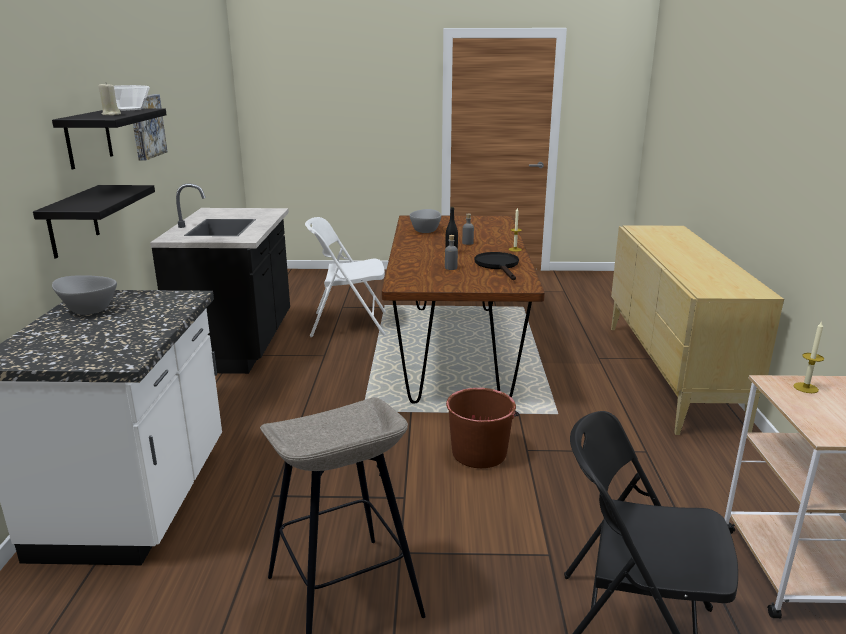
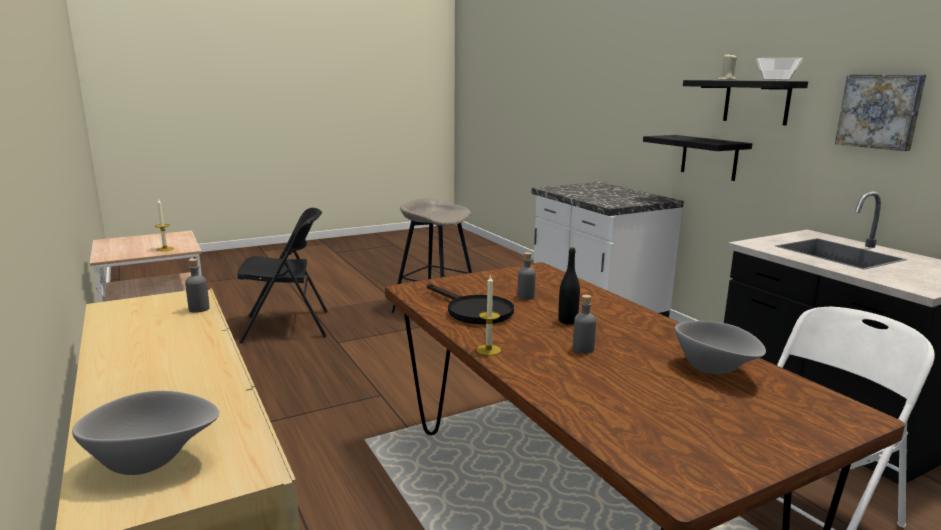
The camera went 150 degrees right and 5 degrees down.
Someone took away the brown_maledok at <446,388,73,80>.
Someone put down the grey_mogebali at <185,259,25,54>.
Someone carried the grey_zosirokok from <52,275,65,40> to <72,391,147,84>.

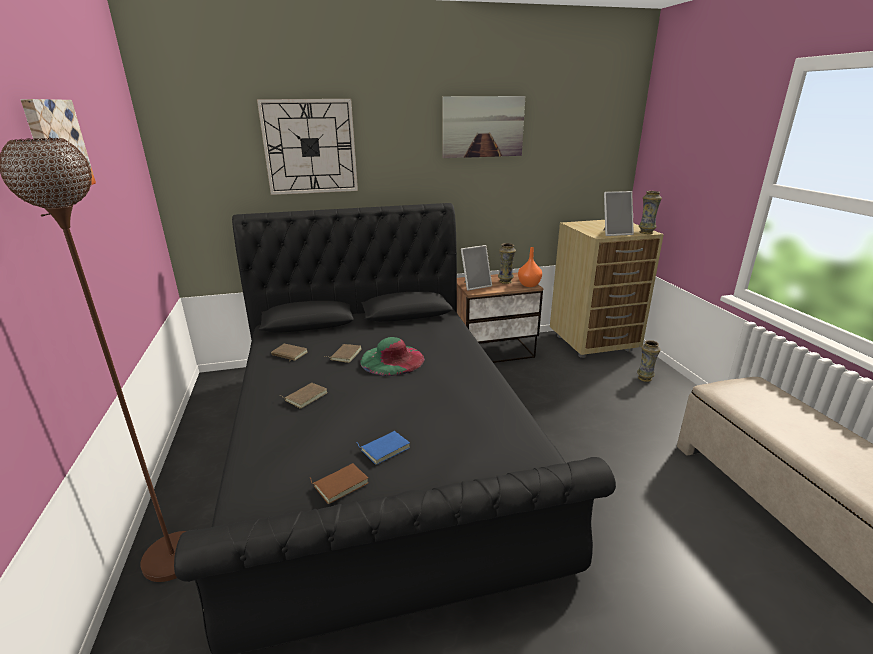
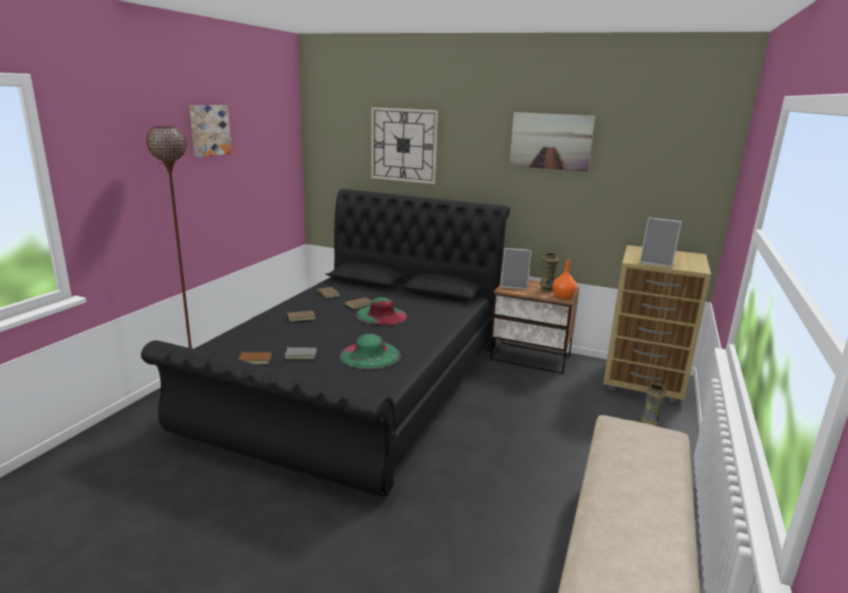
The camera went 35 degrees right and 5 degrees down.
Someone took away the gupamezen at <639,191,23,43>.
Someone put down the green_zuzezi at <340,333,61,36>.
Someone repainted the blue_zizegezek at <356,431,54,34>, which became the grey_zizegezek at <284,345,33,14>.

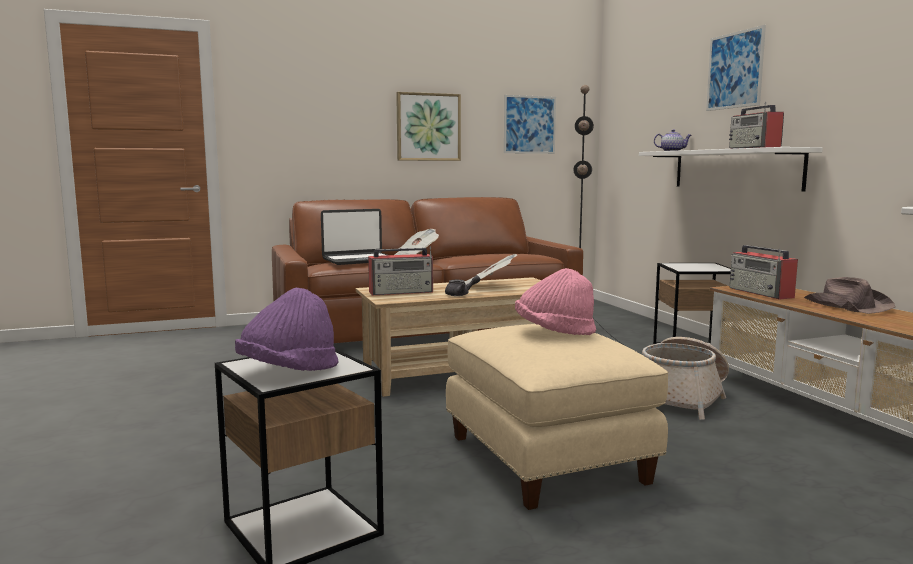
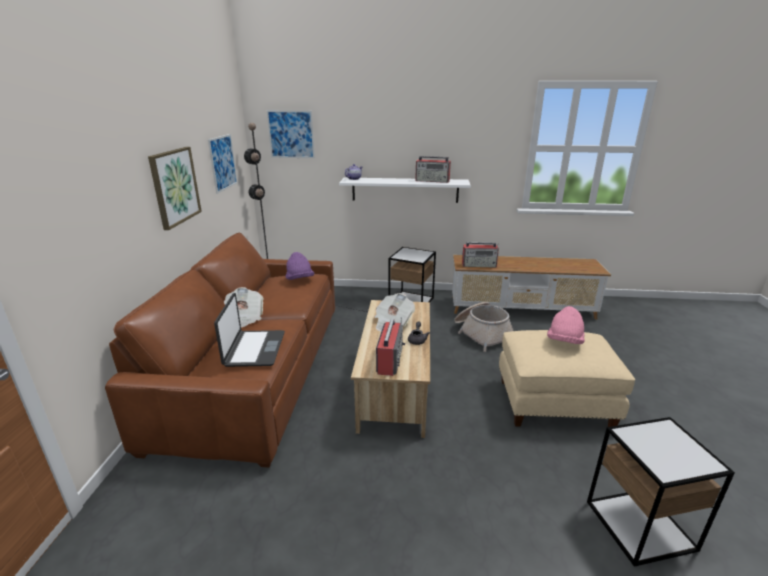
The camera went 65 degrees left and 15 degrees up.
Someone took away the brown_zuzezi at <804,277,91,37>.
Someone carried the purple_zuzezi from <235,288,104,83> to <285,252,29,28>.
Someone carried the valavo from <706,25,60,86> to <267,110,48,48>.

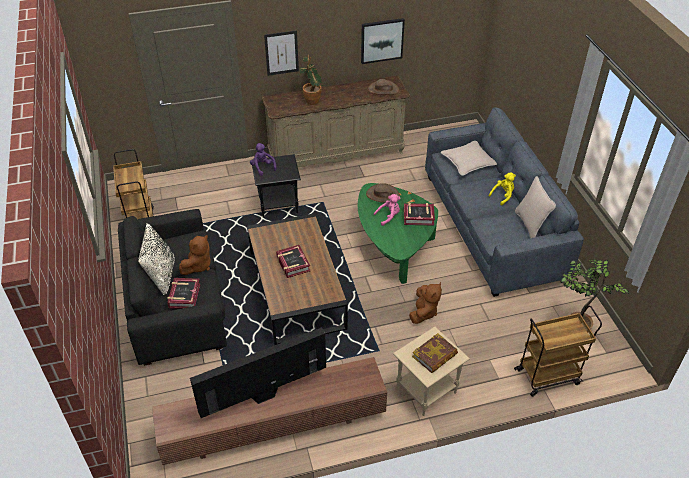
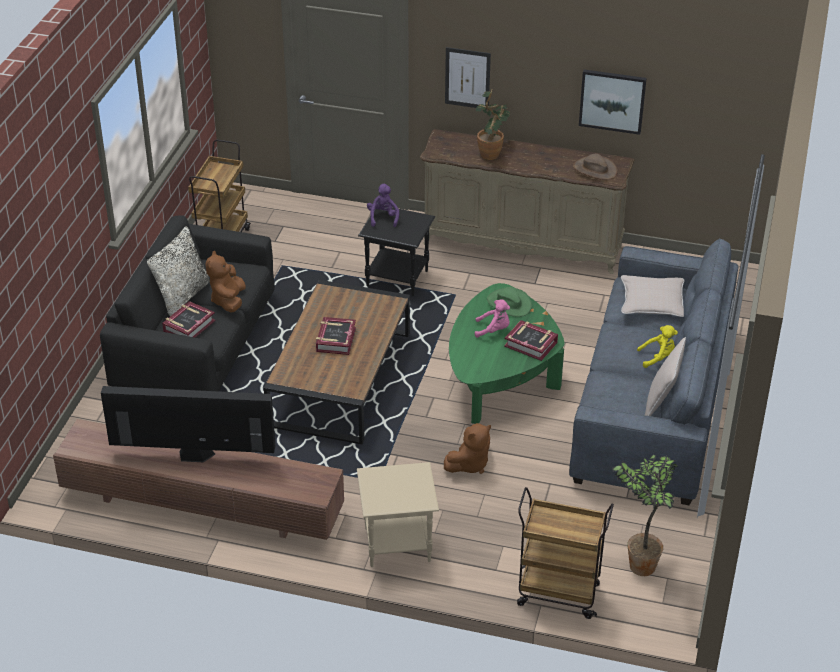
The camera went 30 degrees right and 5 degrees down.
Someone took away the zizegezek at <412,333,46,40>.
Someone repainted the brown_zuzezi at <366,183,34,20>, which became the green_zuzezi at <487,287,45,30>.
Someone rotated the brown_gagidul at <179,235,32,40> by 120 degrees clockwise.

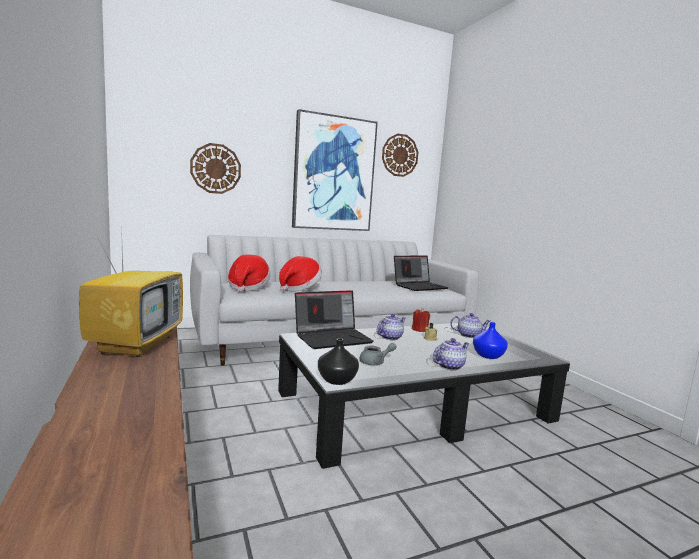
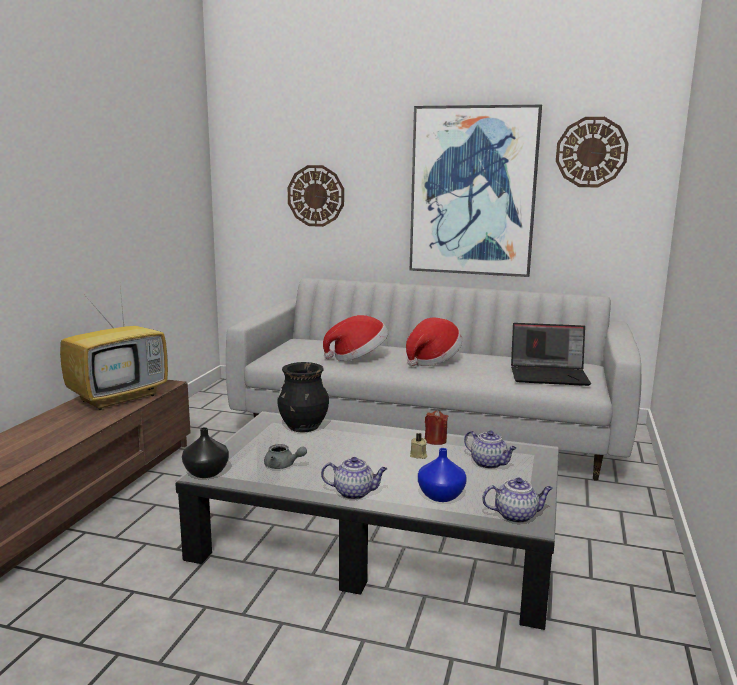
The camera went 40 degrees right and 5 degrees up.
Someone carried the zuzezi from <228,254,43,38> to <406,318,56,49>.
Someone carried the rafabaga from <377,314,29,26> to <482,478,71,45>.
Someone swapped the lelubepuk at <295,290,79,59> for the black_gupamezen at <277,362,52,71>.

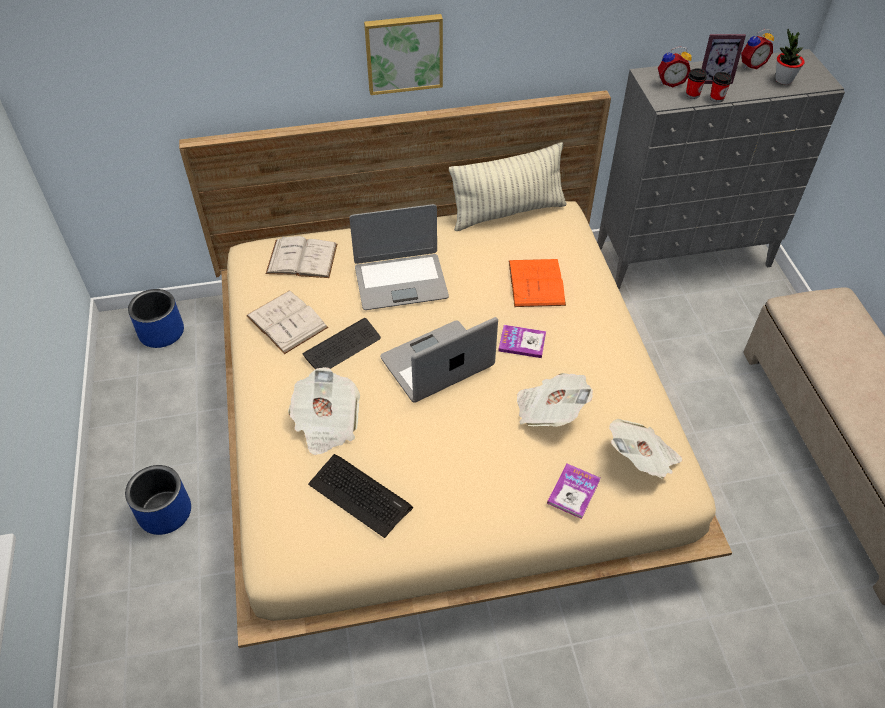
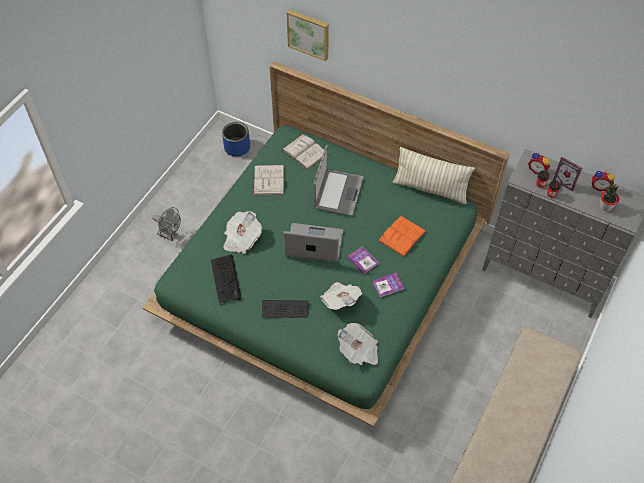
The camera went 40 degrees right and 5 degrees up.
Someone carried the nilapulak from <302,318,79,51> to <262,300,47,18>.
Someone carried the valavo from <364,14,79,81> to <287,9,42,52>.
Someone carried the zizegezek from <547,464,53,55> to <372,273,32,25>.
Someone swapped the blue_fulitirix at <125,465,66,70> for the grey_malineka at <152,207,29,34>.
Someone repainted the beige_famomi at <179,90,553,558>, which became the green_famomi at <143,61,367,366>.
Someone rotated the lelubepuk at <350,204,99,106> by 105 degrees counterclockwise.

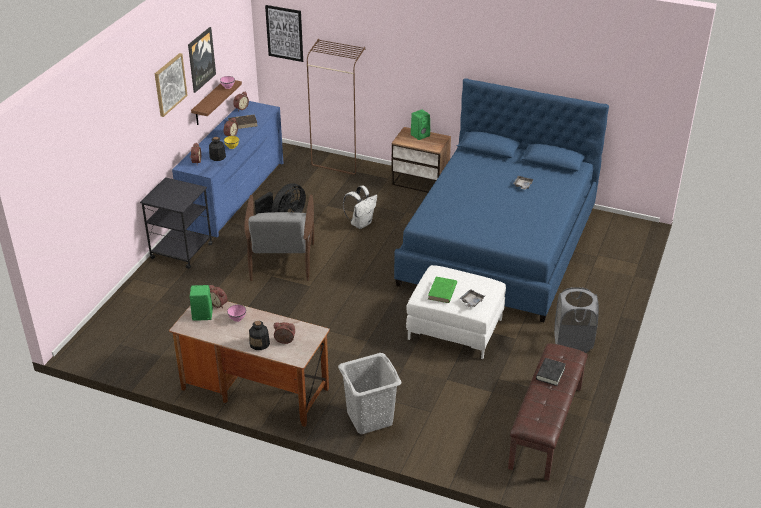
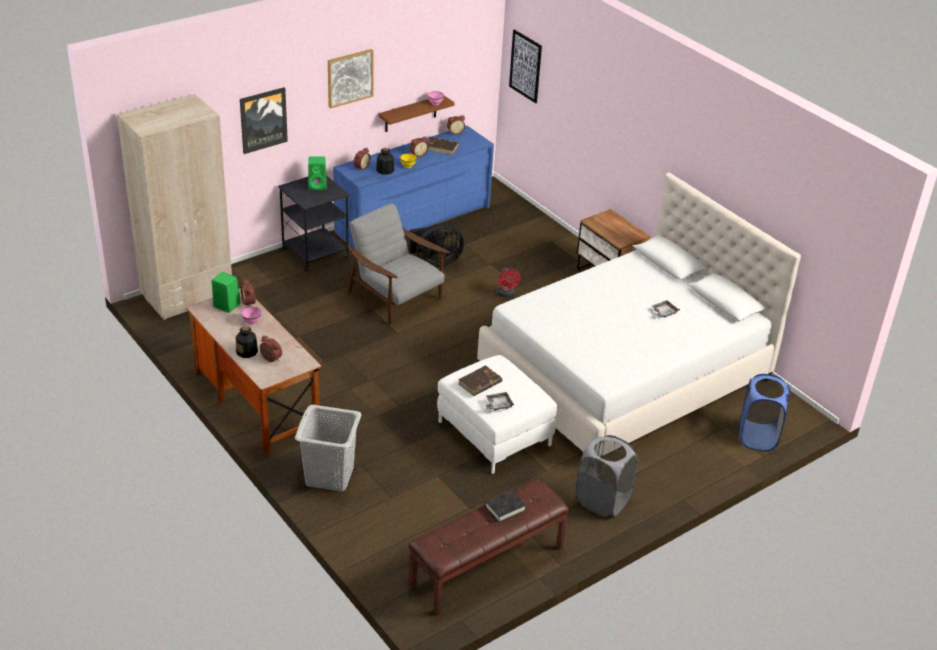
The camera went 30 degrees right and 0 degrees up.
Someone took away the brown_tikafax at <307,38,59,137>.
Someone put down the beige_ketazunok at <117,94,115,226>.
Someone put down the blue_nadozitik at <739,374,51,77>.
Someone carried the valavo from <188,27,28,66> to <240,87,48,67>.
Someone carried the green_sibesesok from <411,109,19,31> to <308,156,19,34>.
Someone swapped the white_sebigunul at <343,185,34,44> for the red_malineka at <497,267,24,30>.
Someone repainted the blue_famomi at <394,78,215,245>, which became the white_famomi at <477,172,324,280>.
Someone repainted the green_zizegezek at <428,277,29,26>, which became the brown_zizegezek at <458,365,44,31>.
Someone rotated the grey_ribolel at <244,195,70,86> by 105 degrees clockwise.

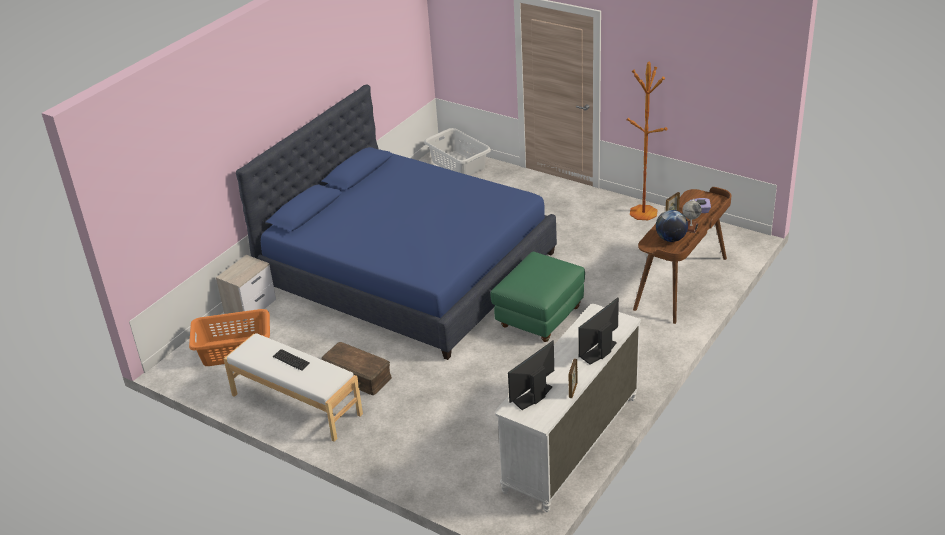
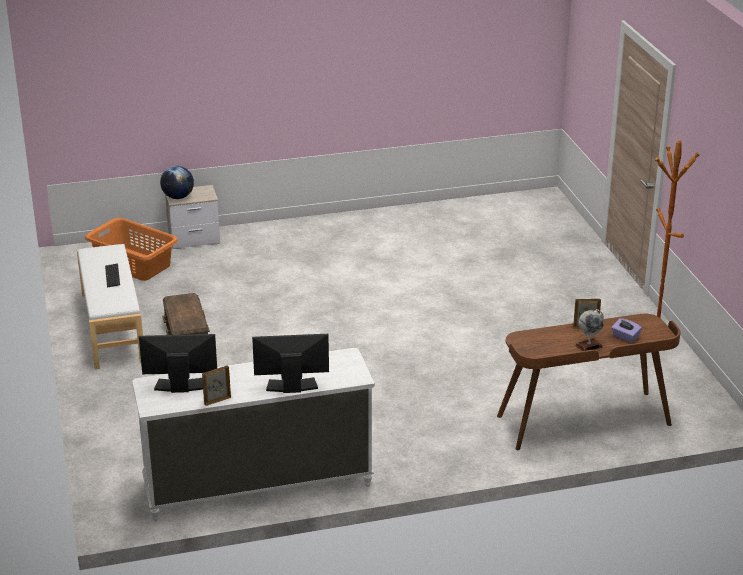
The camera went 40 degrees right and 5 degrees down.
Someone took away the blue_famomi at <236,85,321,275>.
Someone took away the grey_nadozitik at <424,128,67,48>.
Someone took away the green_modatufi at <490,252,95,90>.
Someone carried the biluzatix from <656,210,32,32> to <160,166,34,33>.

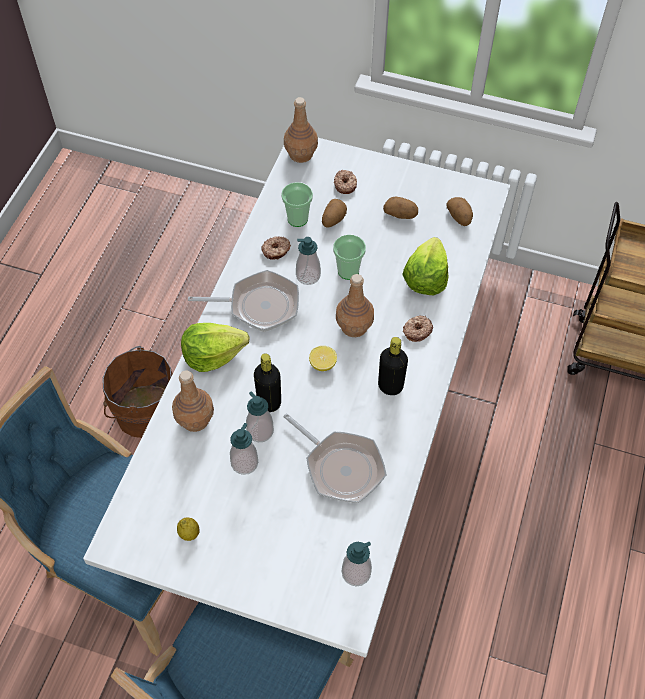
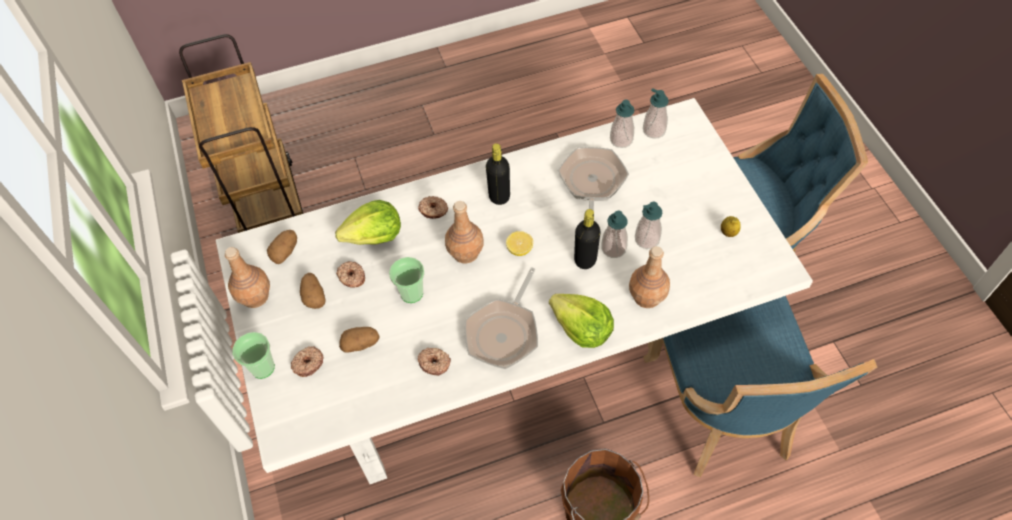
The camera went 125 degrees left and 0 degrees up.
Someone put down the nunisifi at <336,261,29,27>.
Someone carried the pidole from <281,182,32,45> to <232,332,43,47>.
Someone carried the brown_mogebali from <284,97,34,66> to <225,247,45,61>.
Someone carried the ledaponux from <296,237,25,48> to <610,100,24,48>.
Someone rotated the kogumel at <188,270,111,62> by 120 degrees counterclockwise.

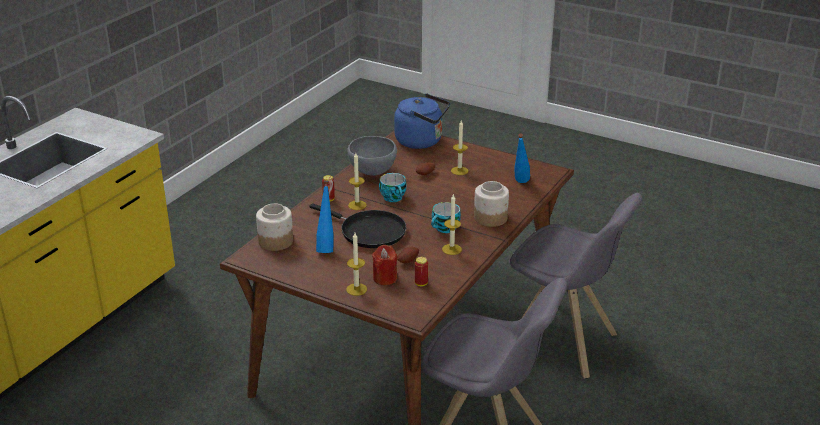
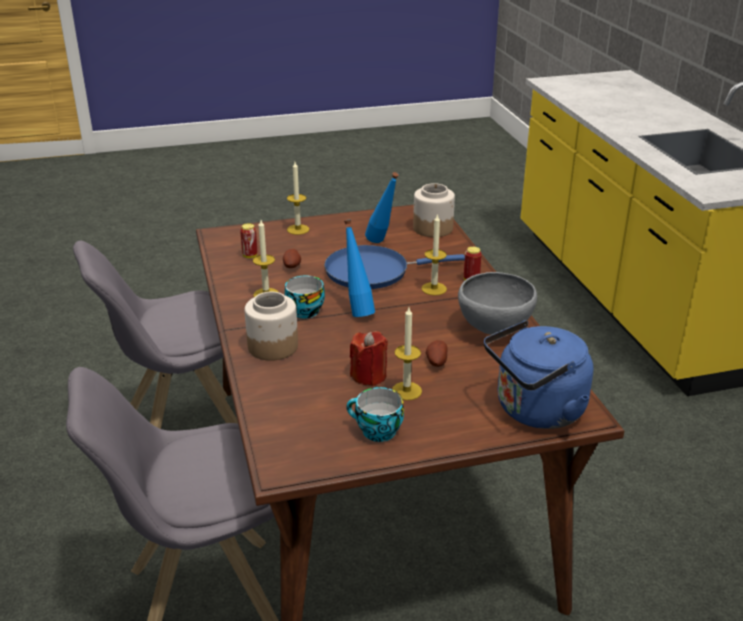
The camera went 135 degrees right and 0 degrees up.
Someone carried the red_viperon from <372,245,25,40> to <350,331,38,55>.
Someone carried the pidole from <379,173,28,29> to <346,387,58,55>.
Someone carried the blue_mogebali from <514,133,16,50> to <344,219,31,98>.
Someone repainted the black_kogumel at <309,203,97,45>, which became the blue_kogumel at <324,245,141,44>.

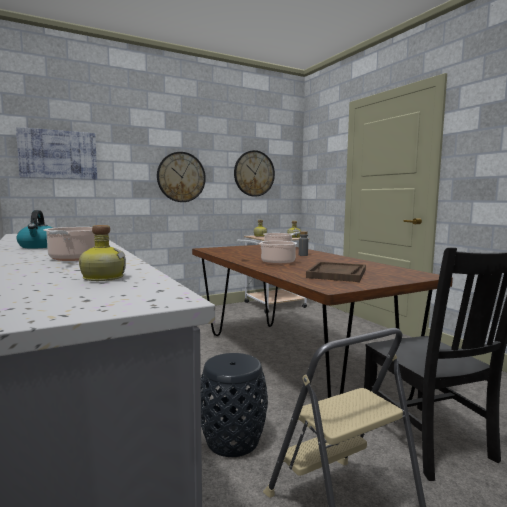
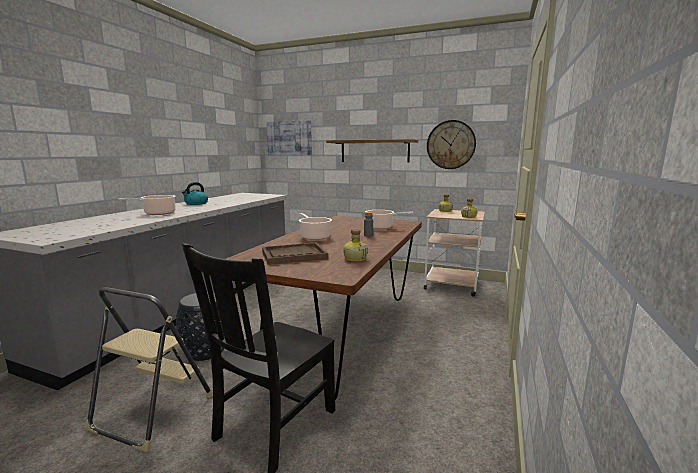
The camera went 50 degrees right and 5 degrees up.
Someone carried the mogebali from <79,225,47,56> to <343,229,25,32>.
Someone swapped the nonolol at <157,152,49,50> for the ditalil at <326,139,92,24>.

